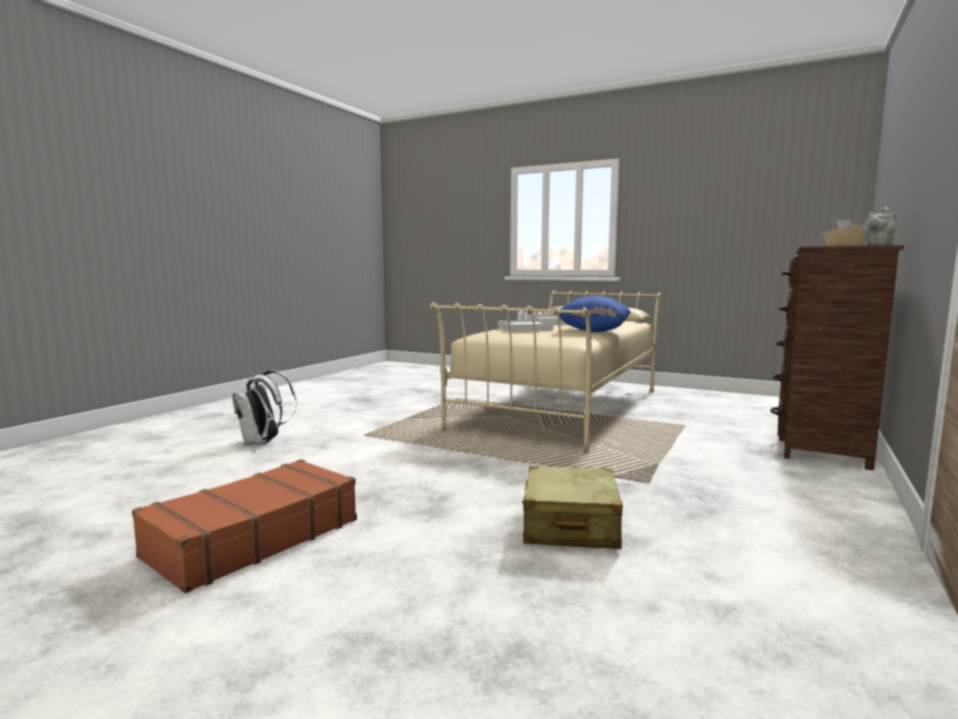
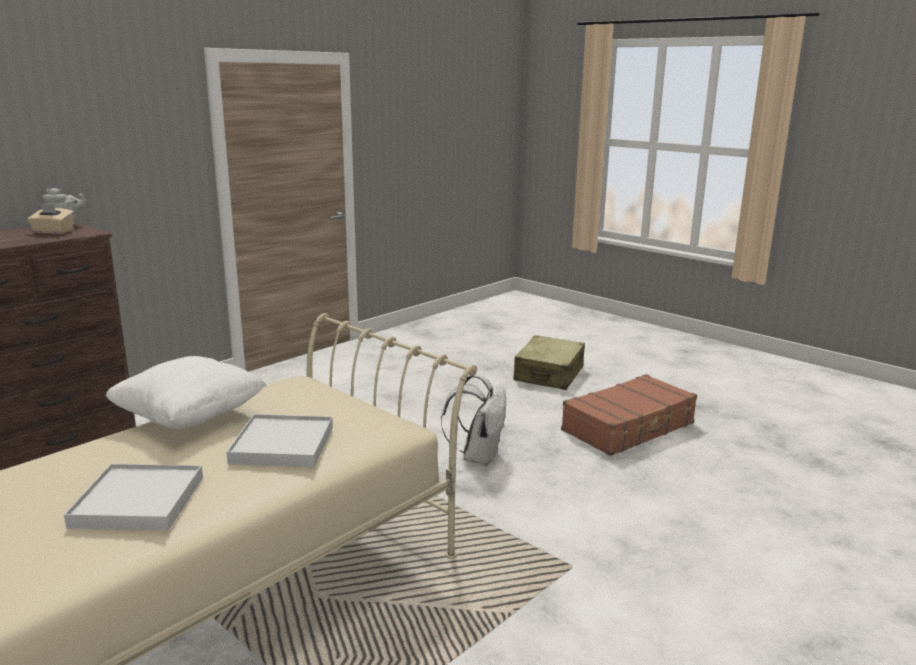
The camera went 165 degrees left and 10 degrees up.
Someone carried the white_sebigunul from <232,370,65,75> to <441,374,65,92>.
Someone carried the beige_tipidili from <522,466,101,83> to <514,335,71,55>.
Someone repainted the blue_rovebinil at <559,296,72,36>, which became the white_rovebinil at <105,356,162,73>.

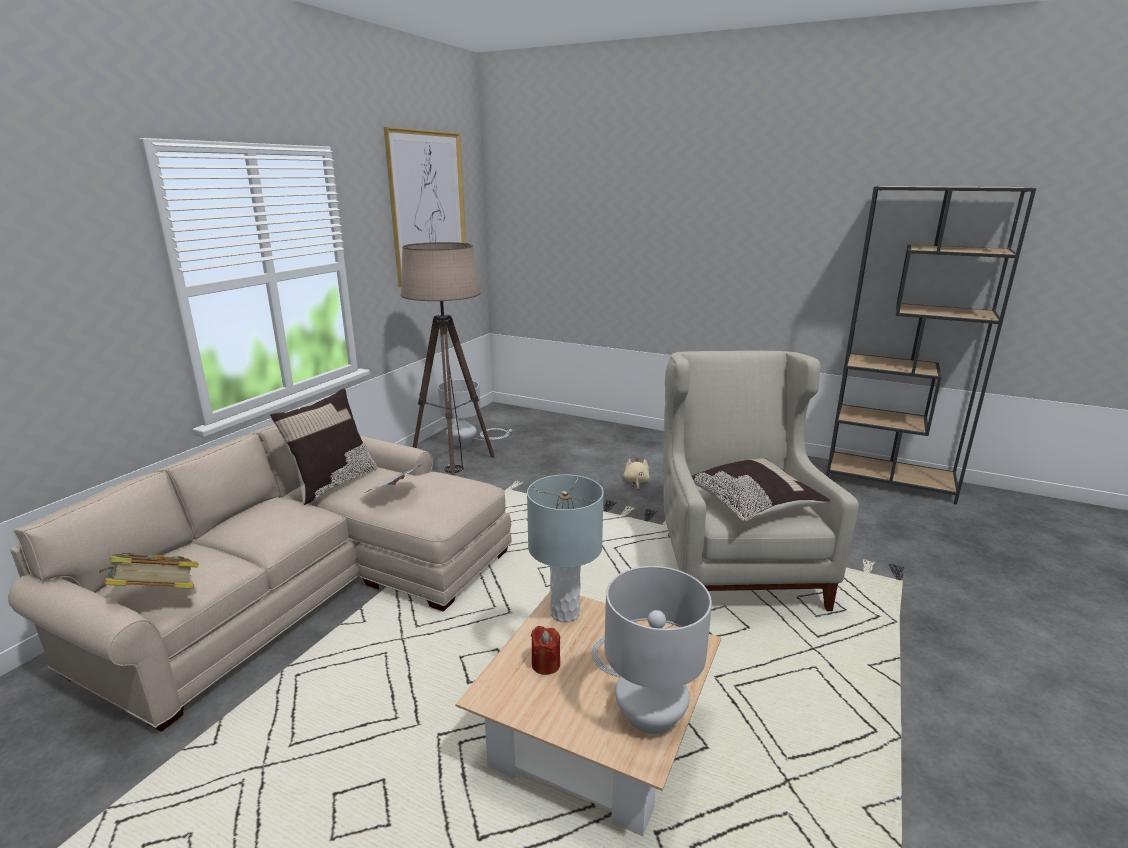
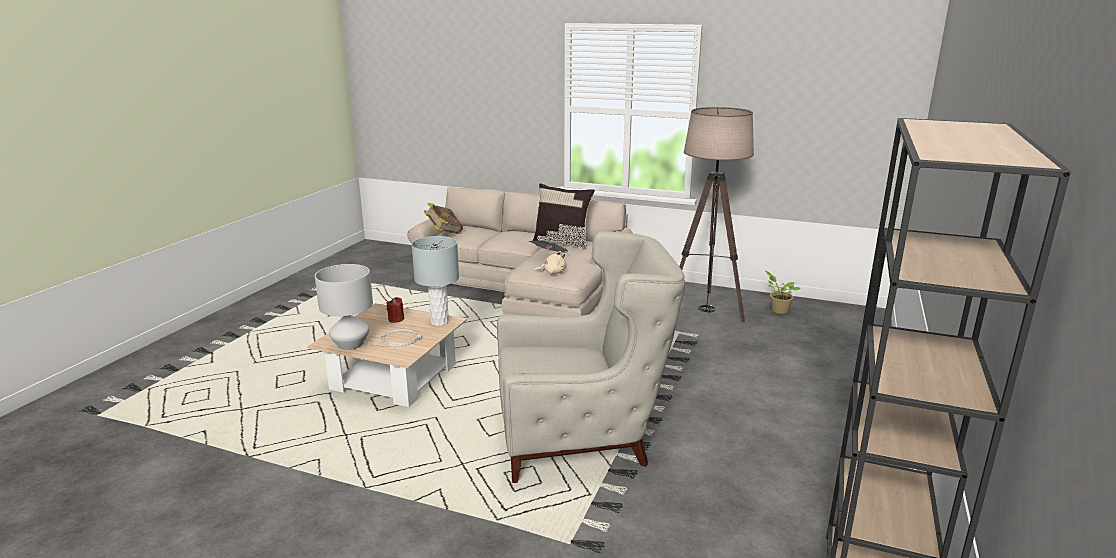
The camera went 85 degrees right and 0 degrees up.
Someone took away the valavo at <384,127,82,160>.
Someone took away the rovebinil at <692,458,138,63>.
Someone carried the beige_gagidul from <624,458,26,31> to <534,251,32,23>.
Someone swapped the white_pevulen at <438,379,74,67> for the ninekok at <765,271,35,43>.

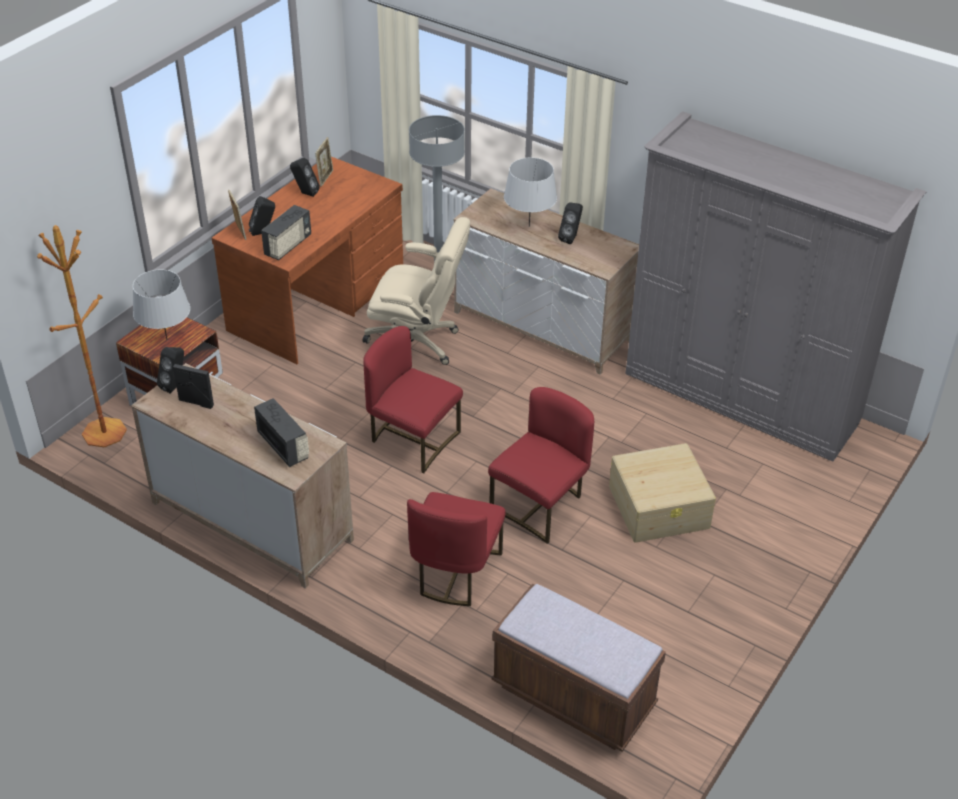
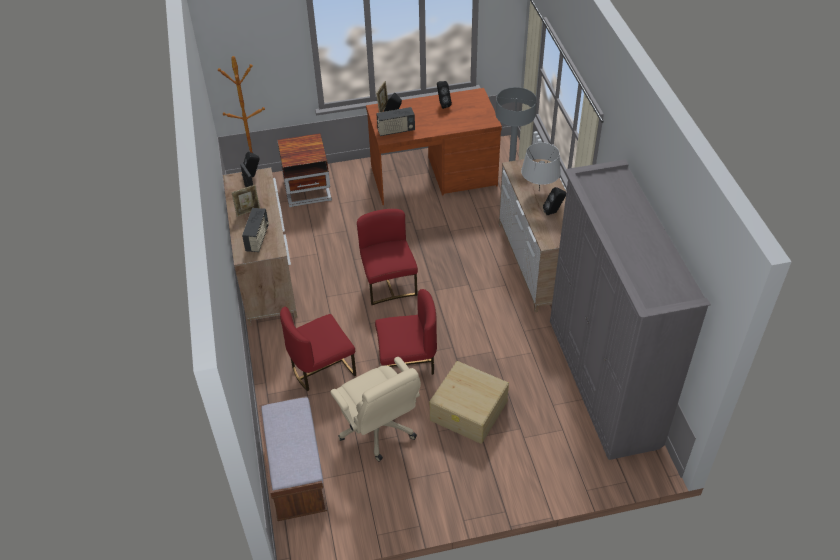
The camera went 45 degrees right and 5 degrees up.
Someone took away the grey_pevulen at <133,269,57,71>.
Someone carried the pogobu from <315,137,18,50> to <232,185,28,32>.
Someone carried the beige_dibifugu from <363,217,107,148> to <330,357,91,105>.

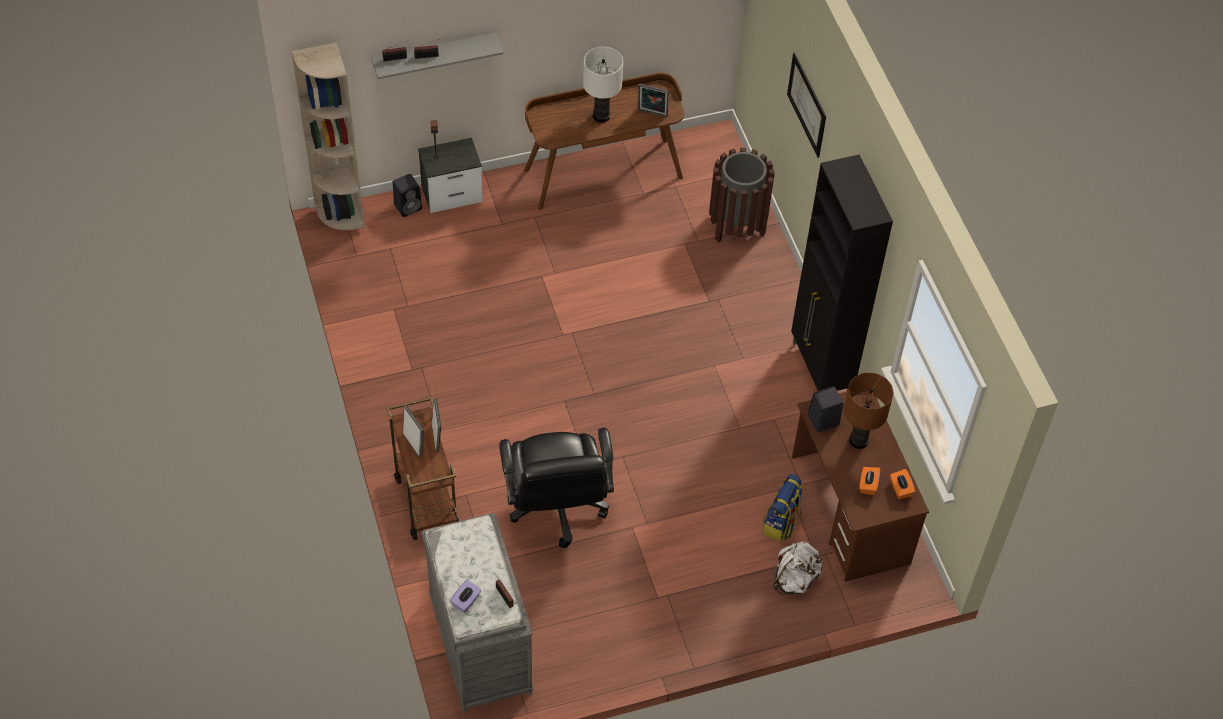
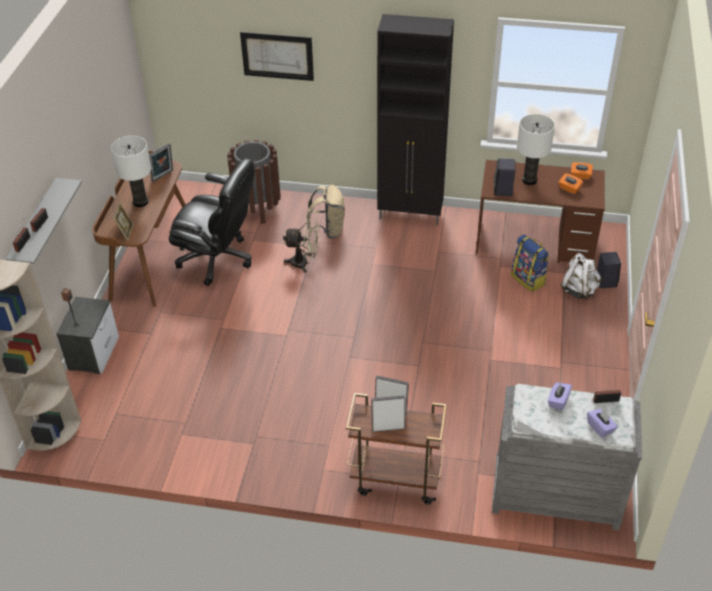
The camera went 60 degrees left and 10 degrees down.
Someone put down the pogobu at <113,202,21,39>.
Someone put down the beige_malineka at <283,219,36,54>.
Someone put down the beige_sebigunul at <307,185,38,54>.
Someone put down the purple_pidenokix at <548,382,24,29>.
Someone carried the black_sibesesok from <393,174,29,43> to <597,252,24,36>.
Someone carried the black_dibifugu from <499,428,115,120> to <169,159,86,127>.
Someone repainted the brown_pevulen at <844,372,49,77>, which became the white_pevulen at <517,114,38,71>.

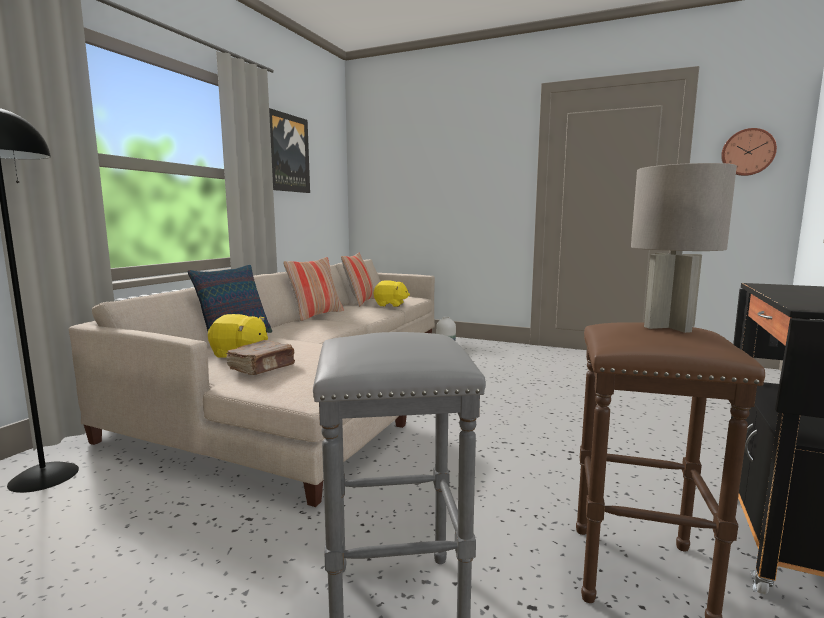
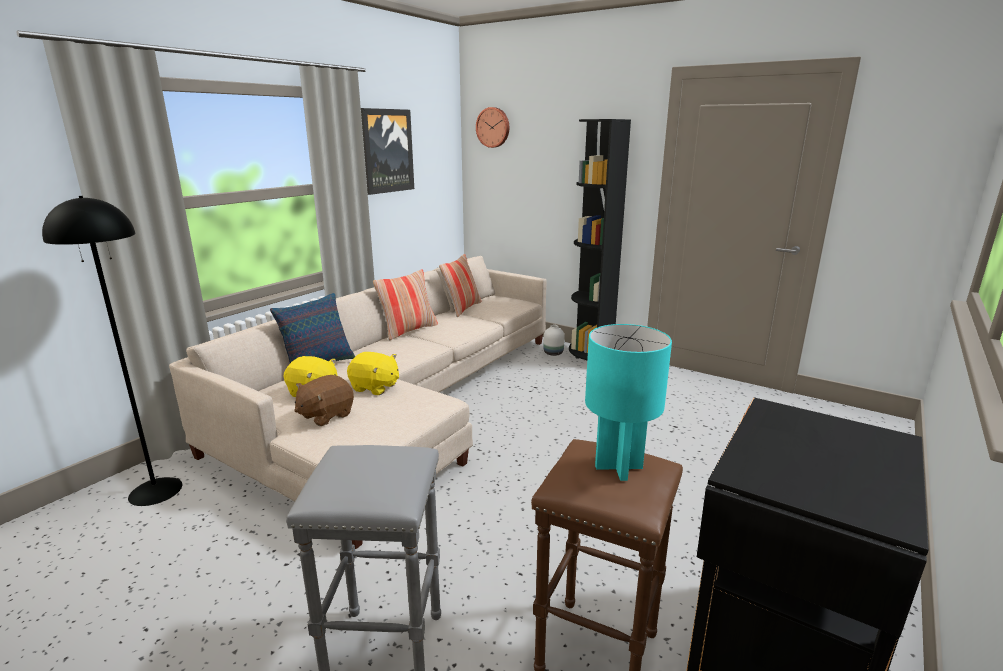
The camera went 10 degrees right and 10 degrees up.
Someone put down the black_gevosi at <569,119,62,241>.
Someone carried the yellow_gagidul from <374,280,36,27> to <347,352,52,43>.
Someone carried the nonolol from <721,128,56,48> to <476,107,33,41>.
Someone swapped the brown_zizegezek at <226,340,69,35> for the brown_gagidul at <294,375,60,51>.
Someone repainted the grey_pevulen at <631,163,106,170>, which became the turquoise_pevulen at <585,324,87,157>.

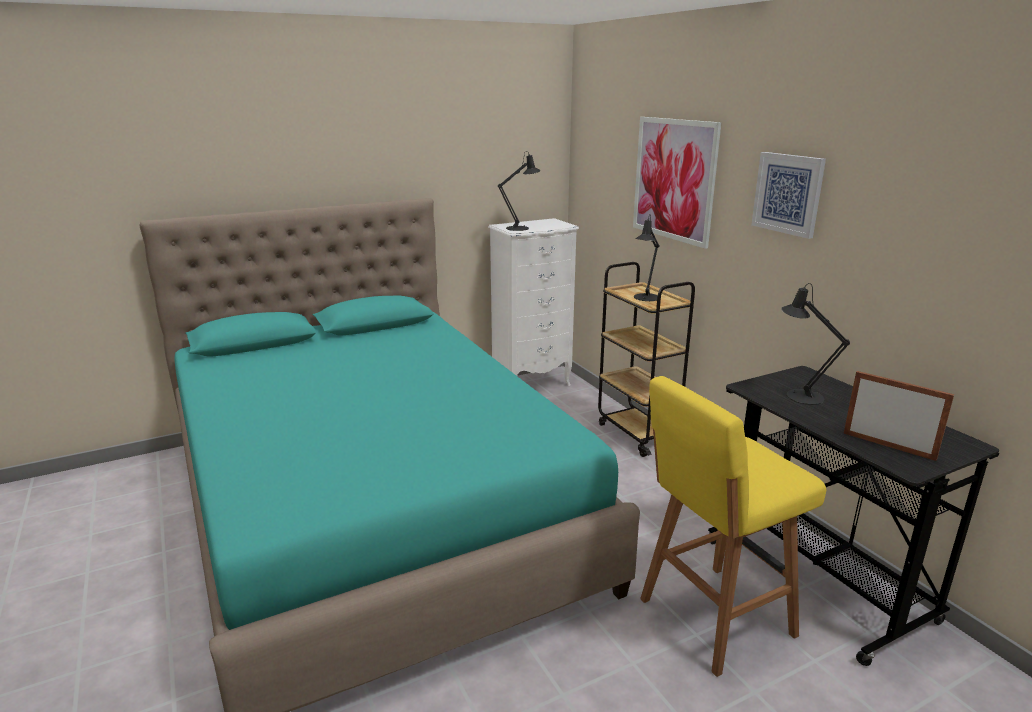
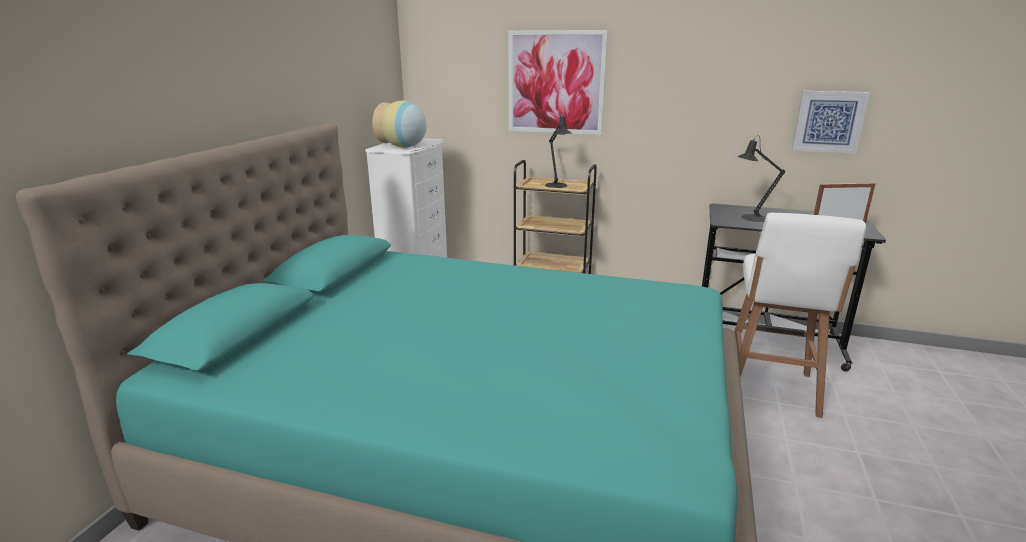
The camera went 45 degrees left and 0 degrees up.
Someone carried the valavo from <751,152,75,87> to <792,91,78,62>.
Someone swapped the black_pevulen at <498,151,43,80> for the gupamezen at <372,101,55,46>.
Someone repainted the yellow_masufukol at <640,376,186,301>, which became the white_masufukol at <734,213,132,205>.

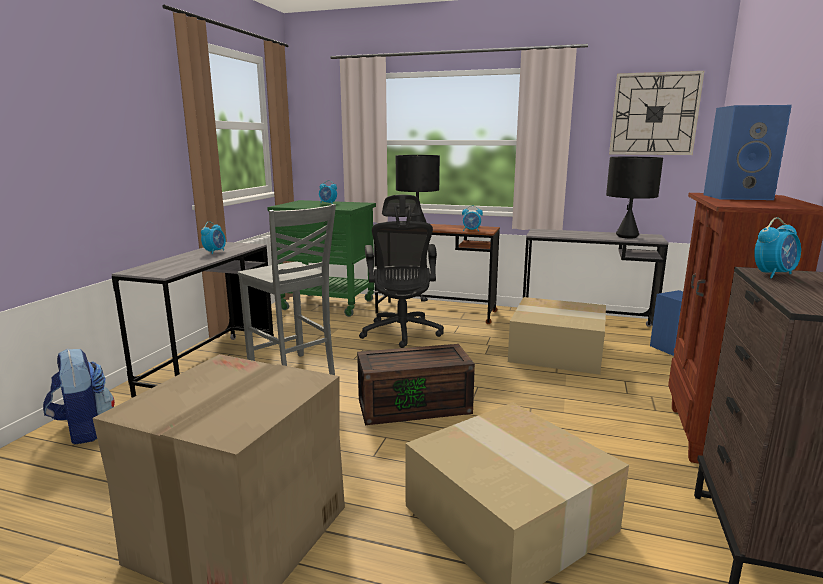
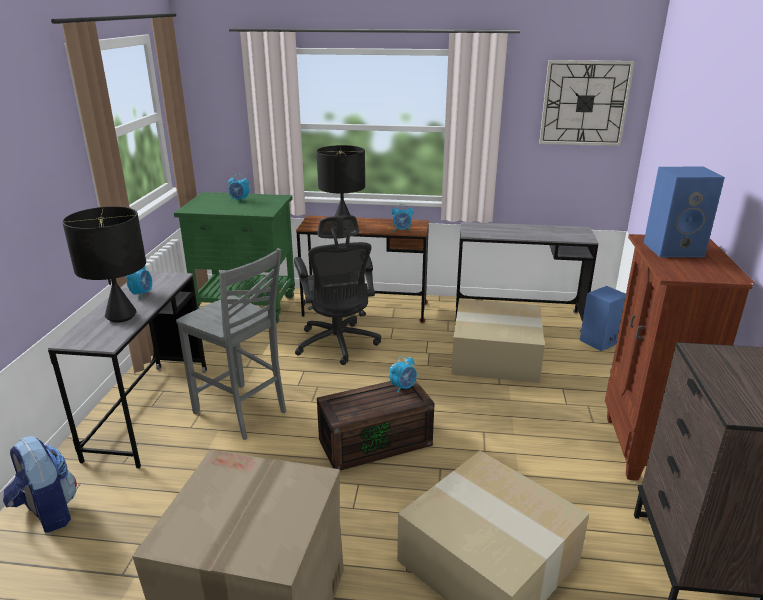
The camera went 10 degrees left and 10 degrees up.
Someone carried the black_pevulen from <606,157,57,81> to <62,206,84,117>.
Someone carried the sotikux from <754,217,47,62> to <390,356,27,37>.

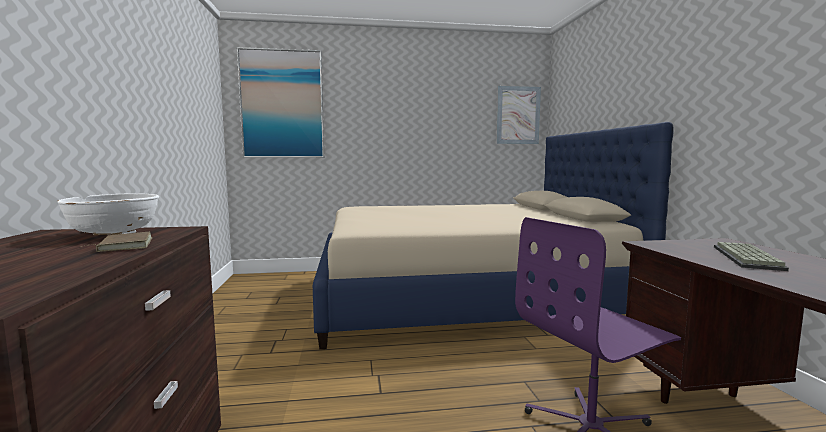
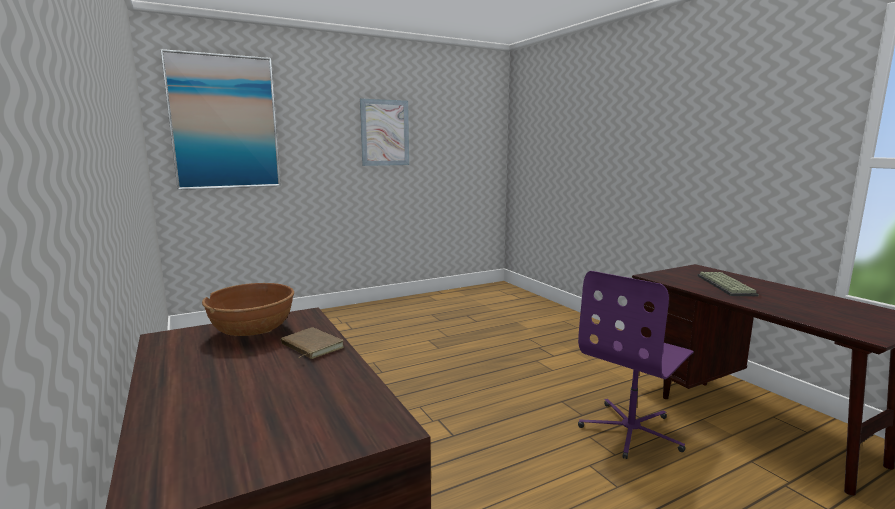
The camera went 20 degrees left and 5 degrees up.
Someone took away the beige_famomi at <313,122,361,227>.
Someone carried the valavo from <497,86,44,58> to <360,98,49,68>.
Someone repainted the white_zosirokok at <57,193,102,42>, which became the brown_zosirokok at <202,283,92,53>.

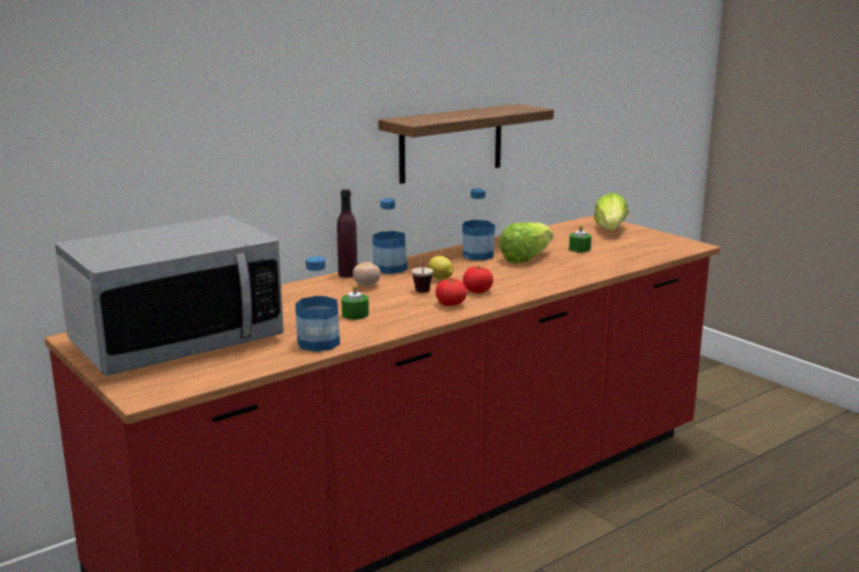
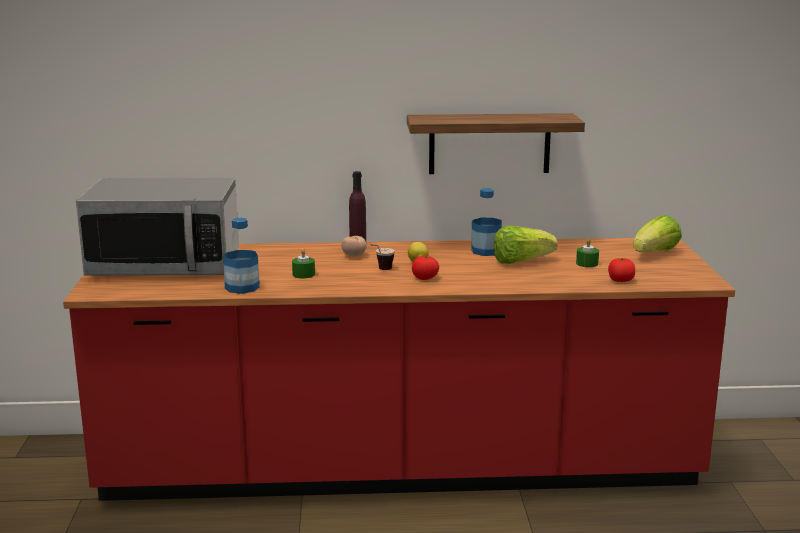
The camera went 35 degrees right and 0 degrees up.
Someone took away the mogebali at <373,198,35,76>.
Someone carried the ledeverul from <435,278,32,28> to <608,258,27,24>.

